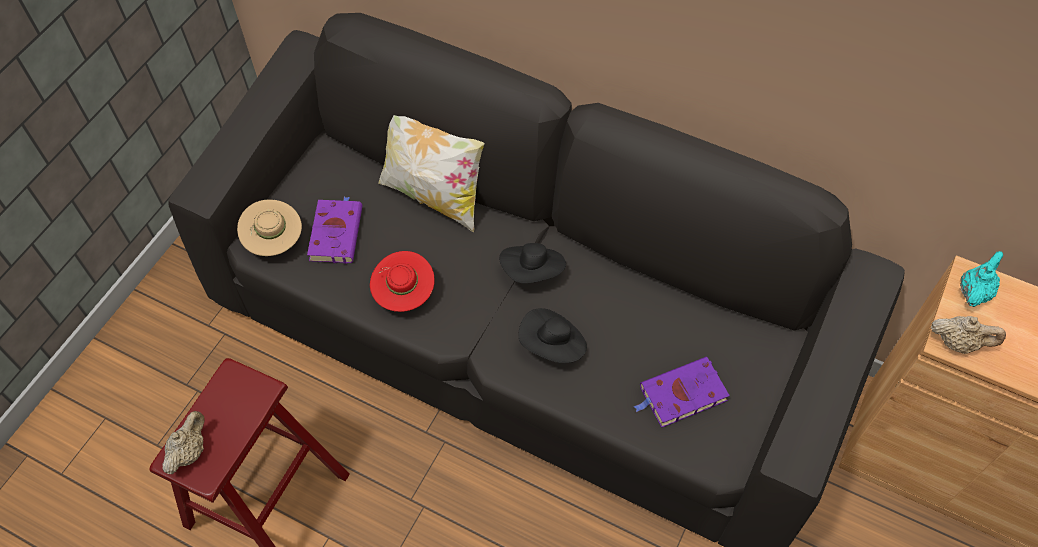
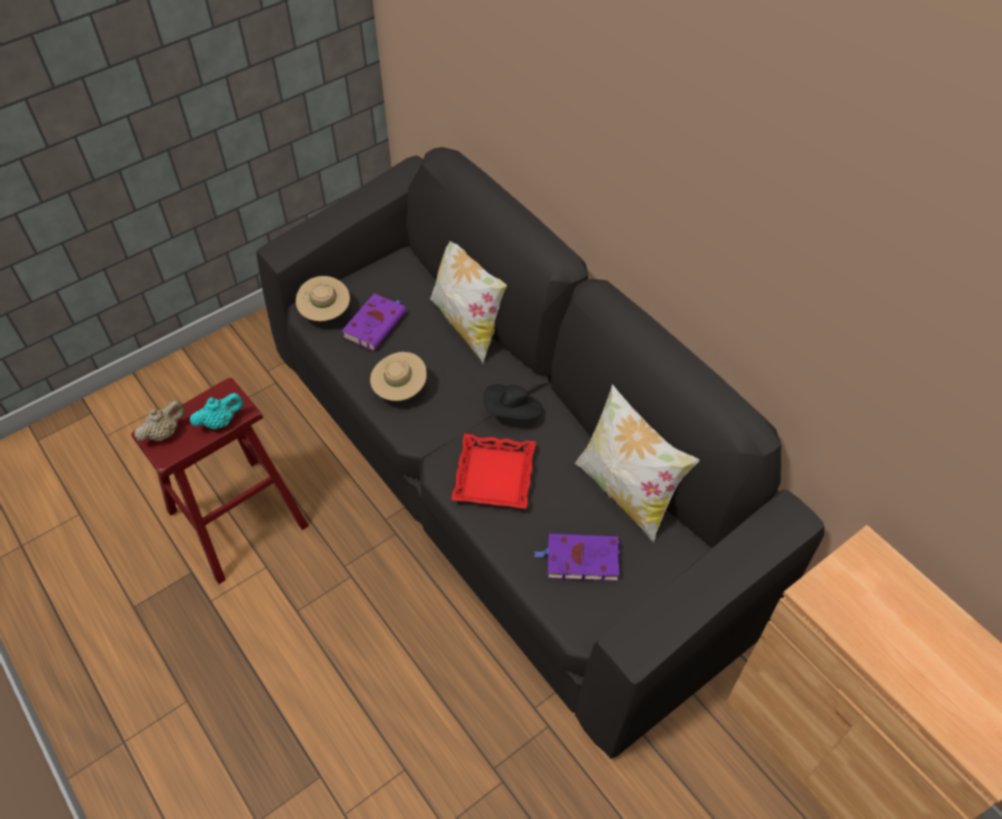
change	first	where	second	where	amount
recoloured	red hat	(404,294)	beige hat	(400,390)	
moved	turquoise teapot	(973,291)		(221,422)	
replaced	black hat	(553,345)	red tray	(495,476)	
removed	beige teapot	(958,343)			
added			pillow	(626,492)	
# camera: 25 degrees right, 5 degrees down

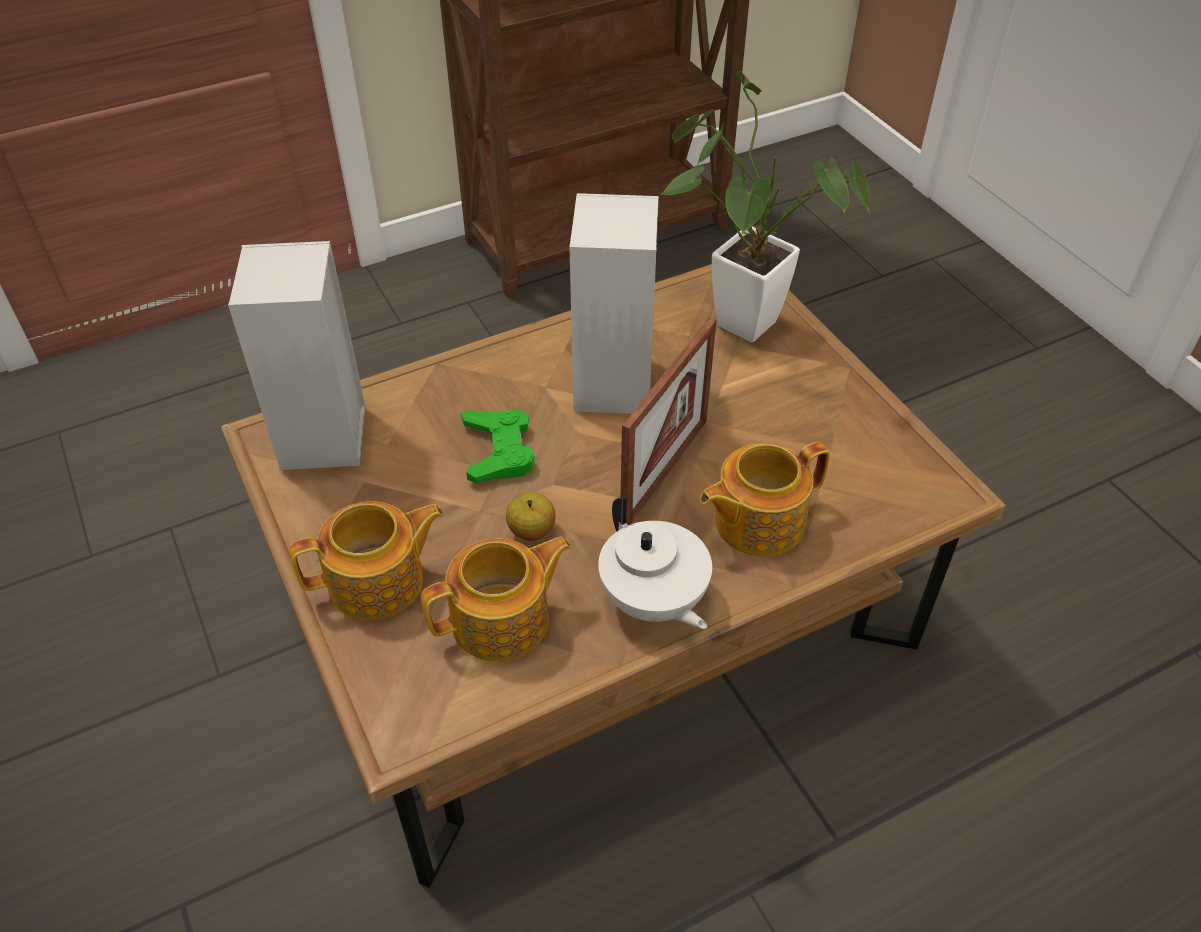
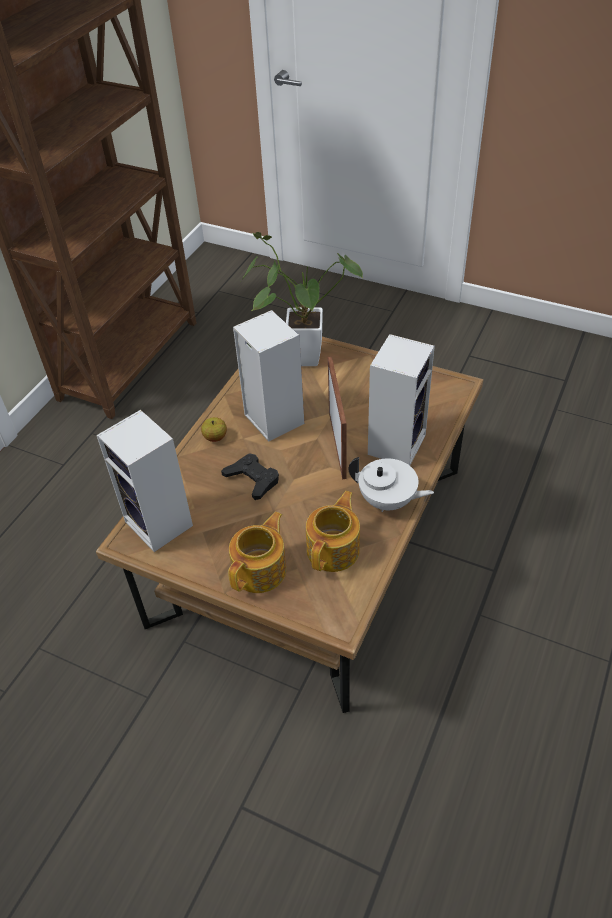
change	first	where	second	where	amount
recoloured	green game controller	(498,451)	black game controller	(252,479)	
replaced	teapot	(756,521)	speaker	(396,442)	
moved	apple	(531,530)		(215,437)	
# camera: 35 degrees left, 0 degrees up

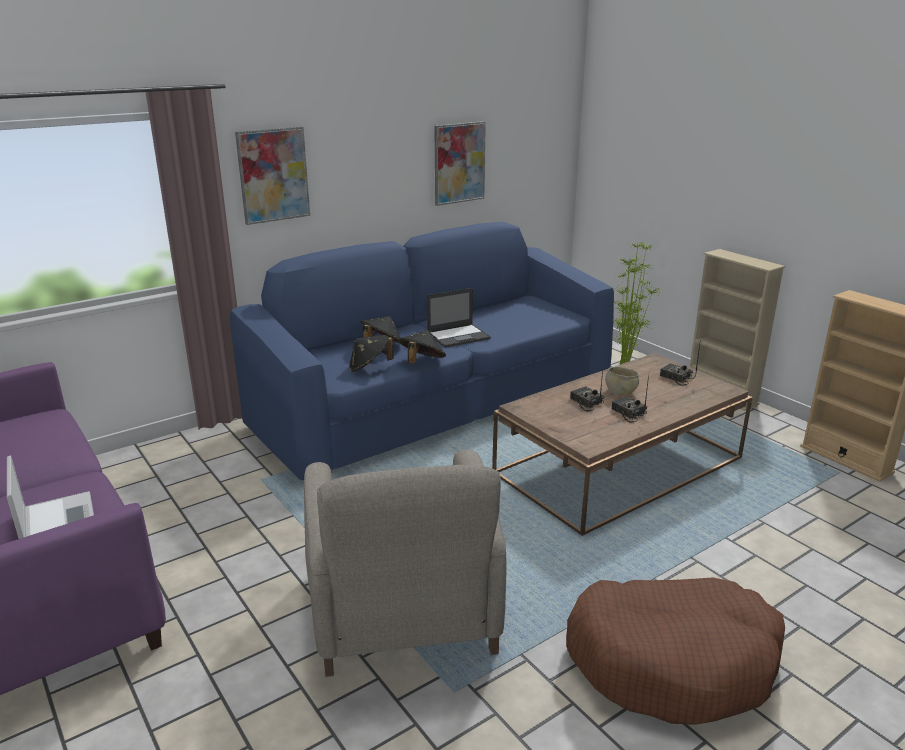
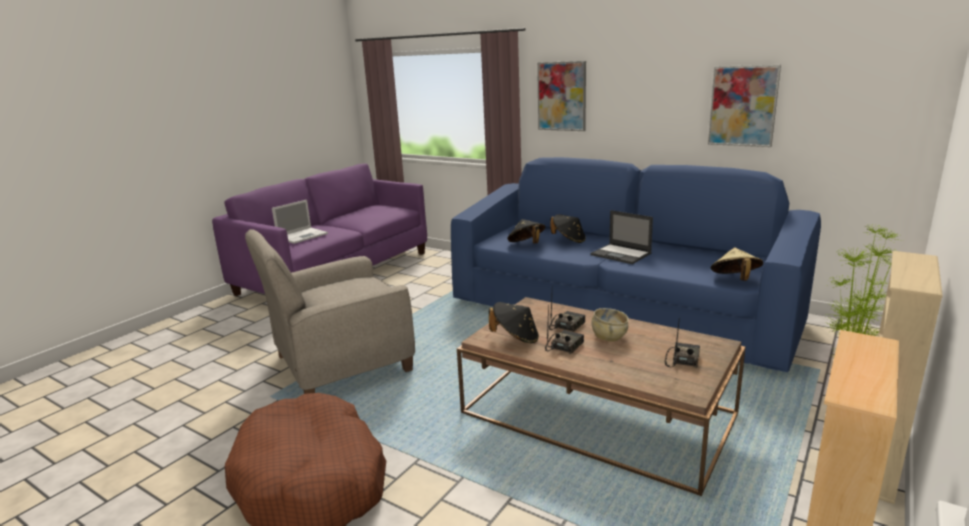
change	first	where	second	where	amount
moved	black hat	(421,362)		(516,338)	
added			beige hat	(735,280)	
# camera: 70 degrees right, 5 degrees down

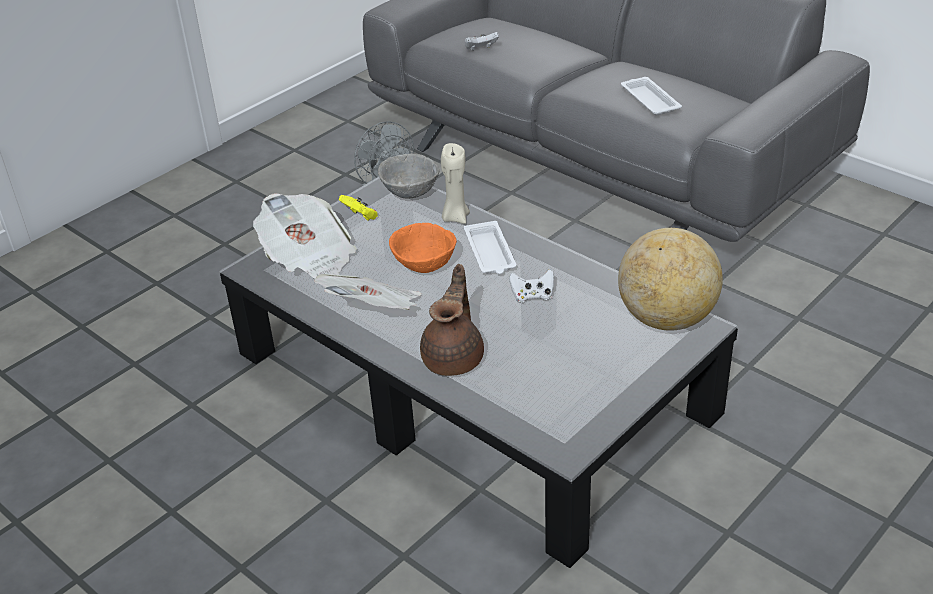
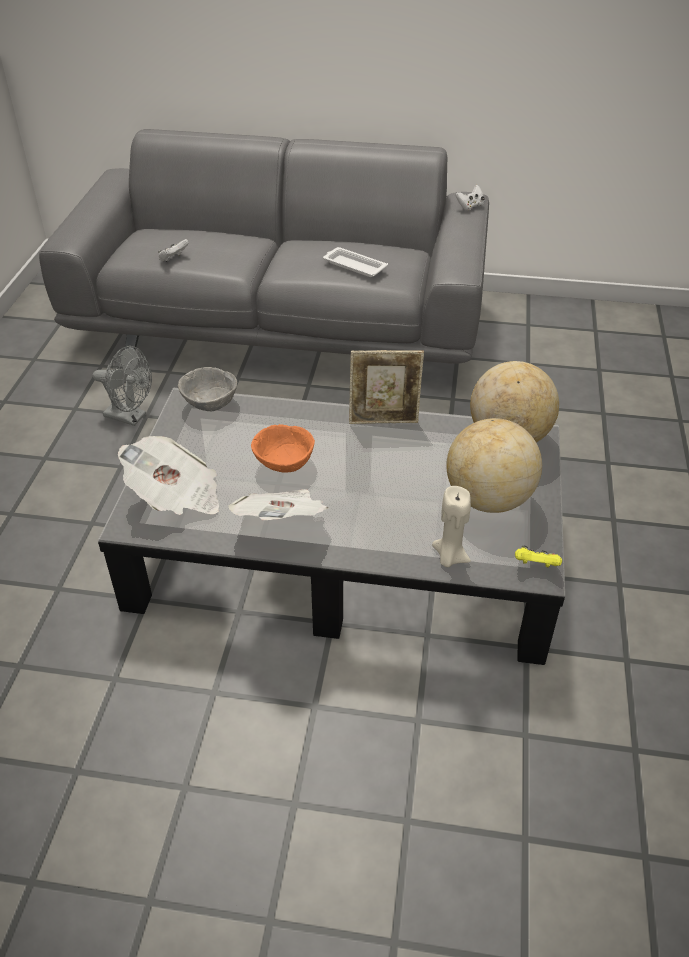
change	first	where	second	where	amount
moved	beige candle	(455,217)		(449,557)	
moved	yellow game controller	(360,217)		(535,566)	
removed	white tray	(490,253)			
removed	brown teapot	(454,358)			
moved	white game controller	(532,296)		(470,206)	
added			picture frame	(384,421)	
added			globe	(488,499)	
# camera: 35 degrees left, 5 degrees up

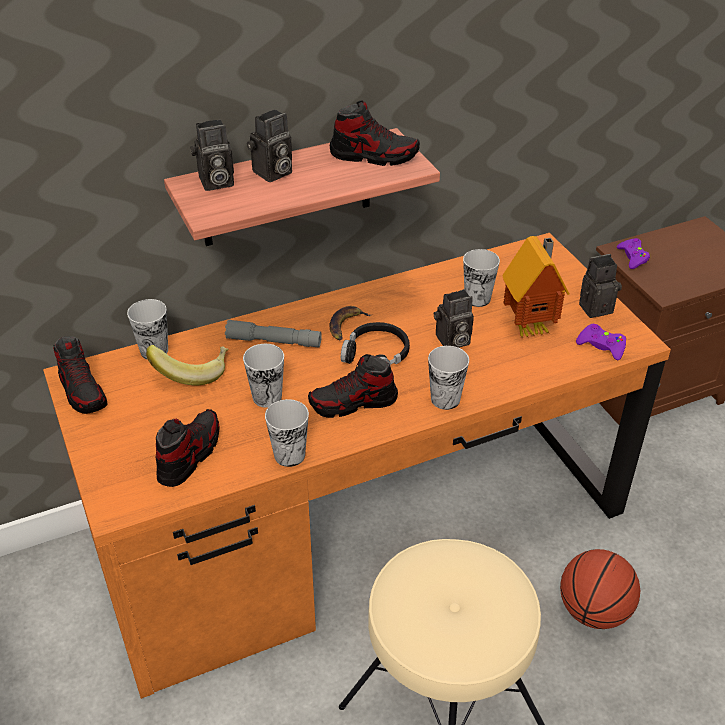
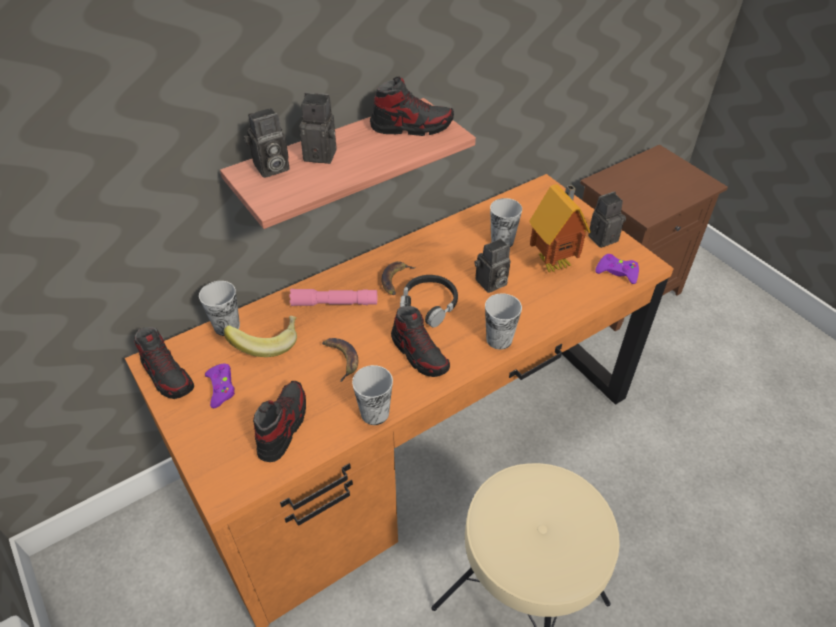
change	first	where	second	where	amount
turned	photo camera	(272,174)		(322,154)	120 degrees counterclockwise
moved	purple game controller	(633,257)		(221,388)	
recoloured	grey flashlight	(274,341)	pink flashlight	(334,303)	
replaced	cup	(267,397)	banana	(341,358)	
turned	shoe	(353,403)		(419,354)	105 degrees counterclockwise
removed	basketball	(593,611)			
# camera: 10 degrees left, 5 degrees up

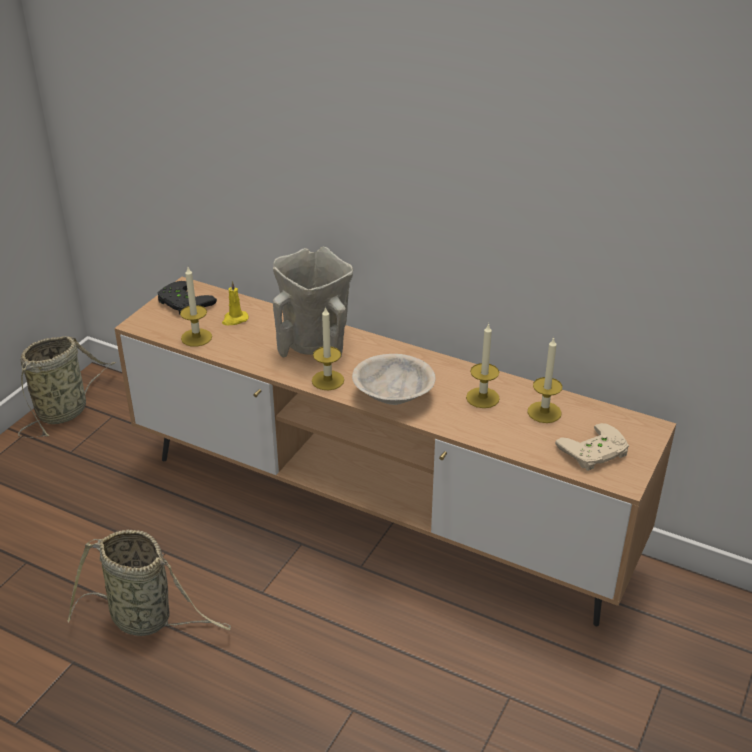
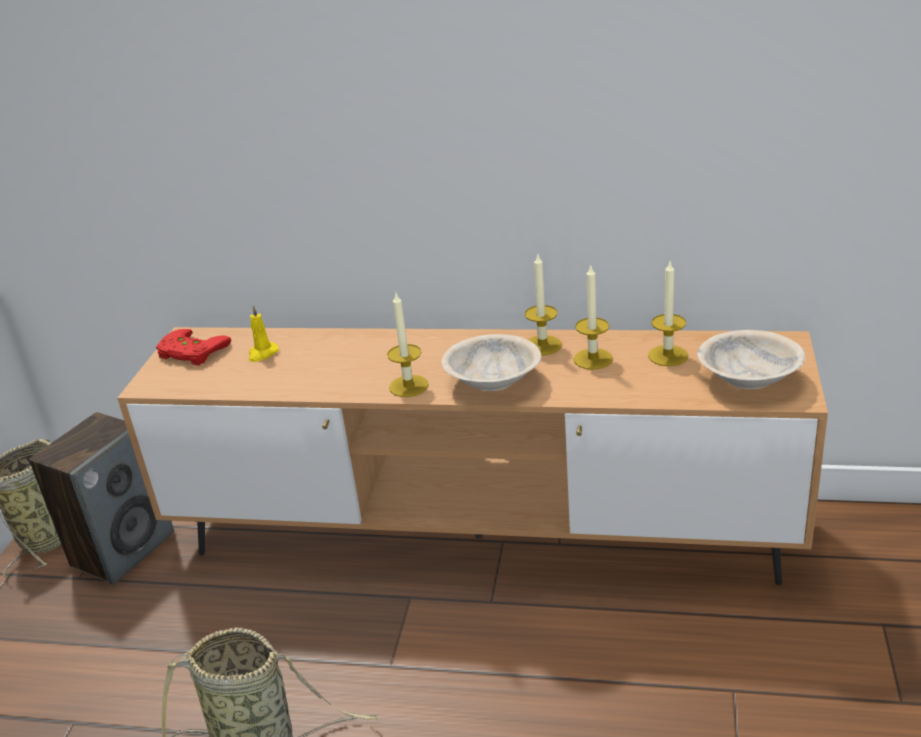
change	first	where	second	where	amount
removed	beige vase	(314,344)			
moved	candle	(196,337)		(542,345)	
recoloured	black game controller	(182,303)	red game controller	(190,353)	
replaced	beige game controller	(595,453)	beige bowl	(748,379)	
added			speaker	(123,549)	
# camera: 15 degrees left, 5 degrees down

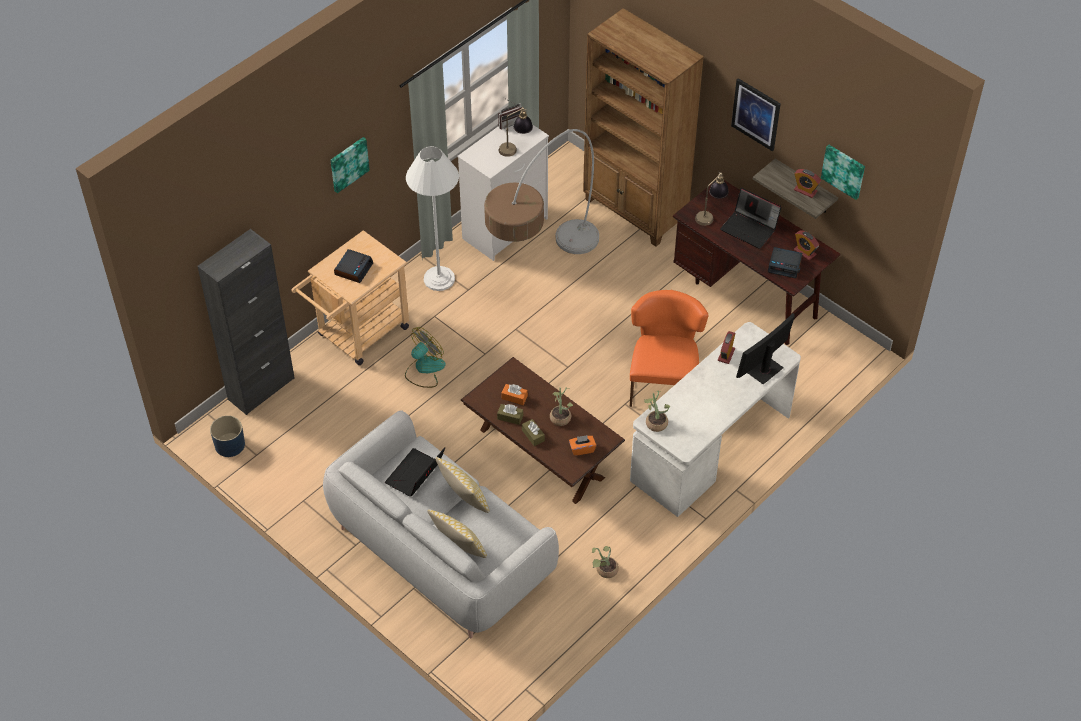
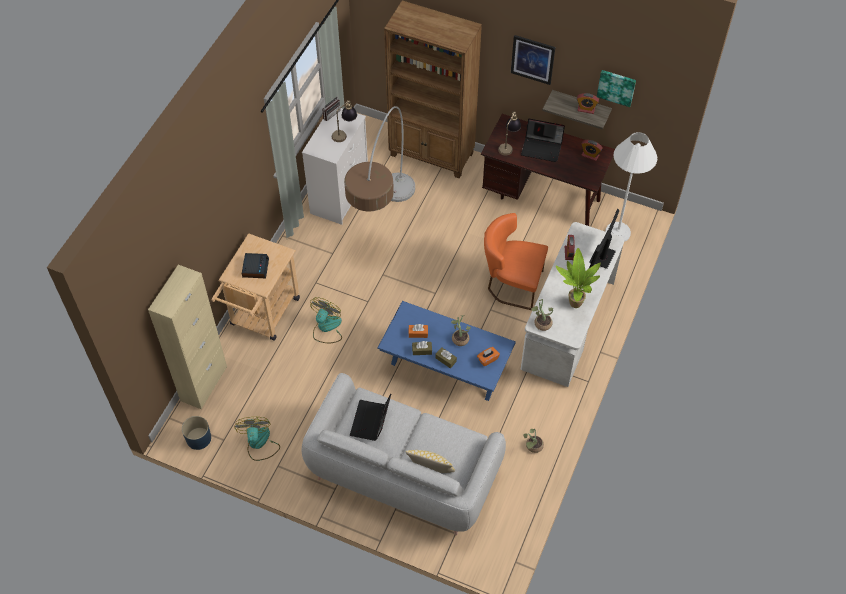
change	first	where	second	where	amount
removed	picture	(348,164)			
moved	white floor lamp	(439,279)		(618,232)	
recoloured	black cabinet	(261,389)	beige cabinet	(204,383)	
removed	alarm clock	(785,265)			
turned	orange chair	(663,382)		(511,284)	60 degrees counterclockwise
recoloured	brown coffee table	(541,453)	blue coffee table	(445,368)	
removed	pillow	(464,500)			
added			potted plant	(573,303)	
added			fan	(259,443)	
# camera: 20 degrees left, 5 degrees up

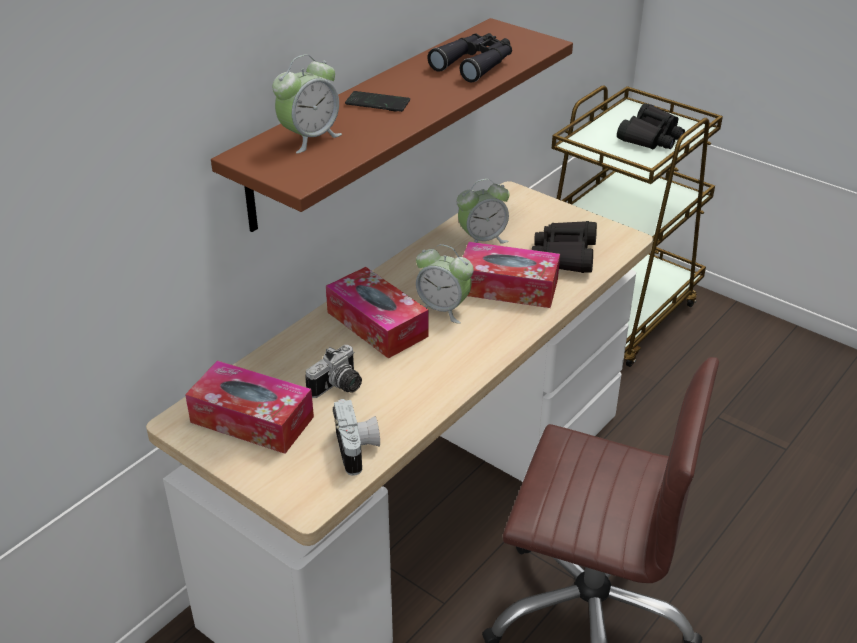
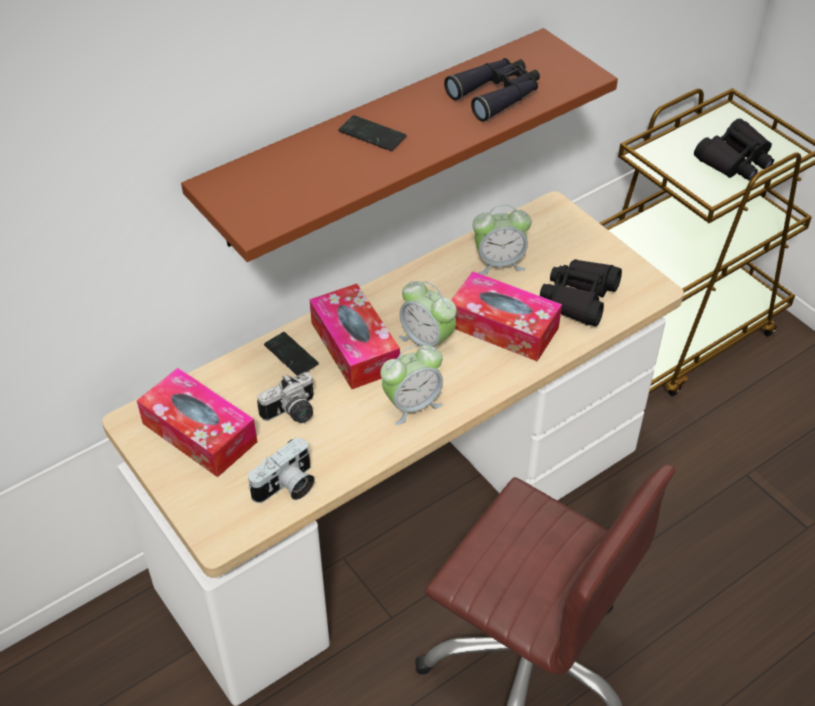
change	first	where	second	where	amount
moved	alarm clock	(309,138)		(412,405)	
turned	photo camera	(358,449)		(287,487)	45 degrees clockwise
added			phone	(291,355)	
# camera: 15 degrees right, 10 degrees up

